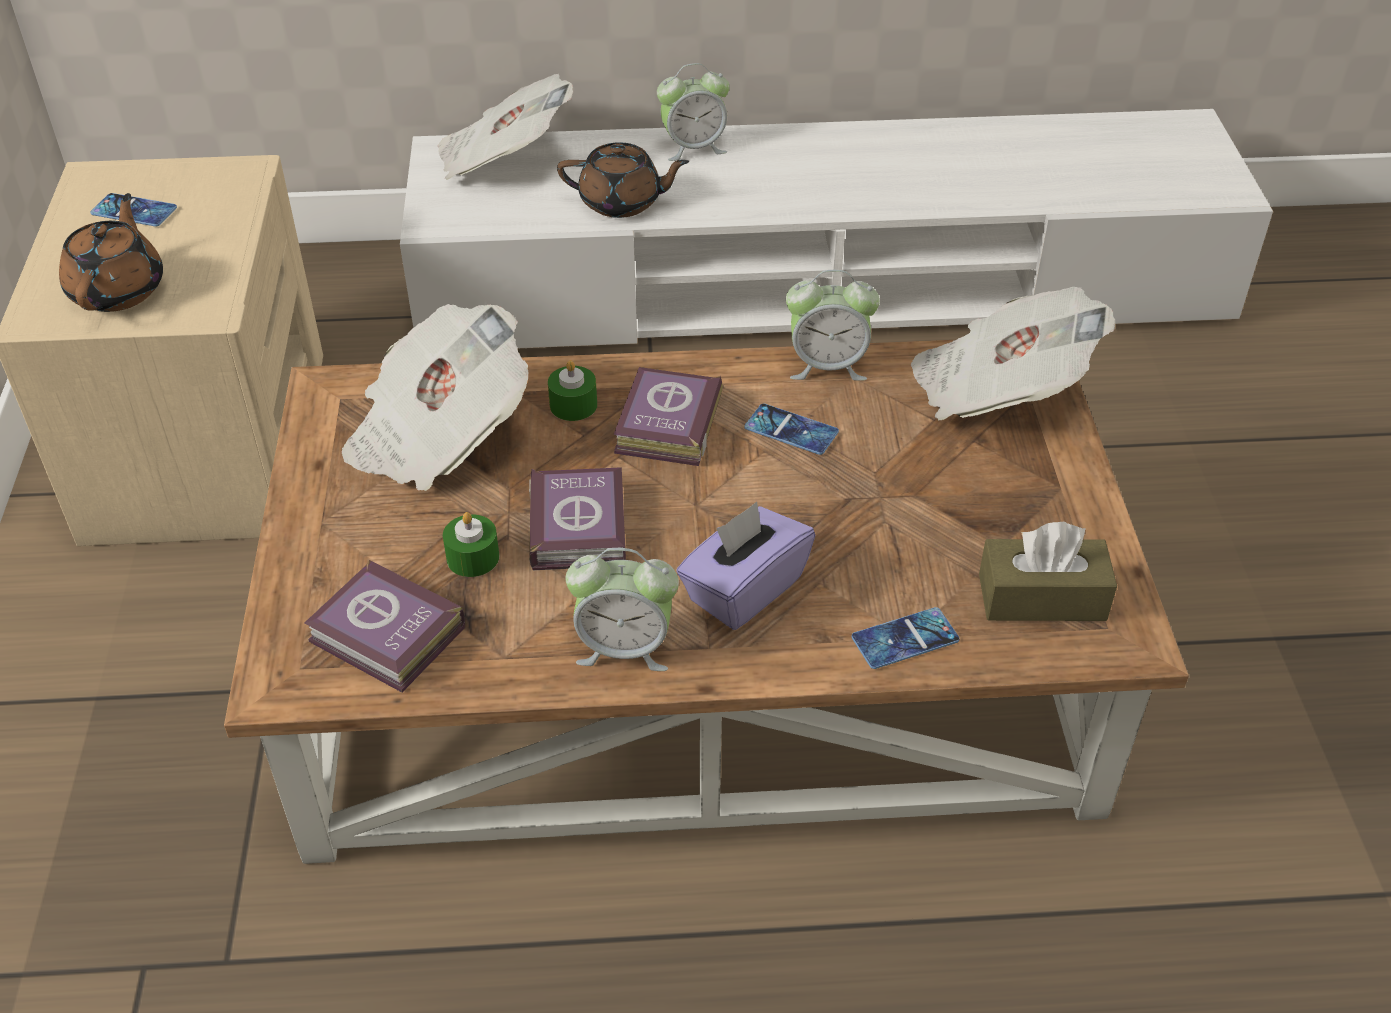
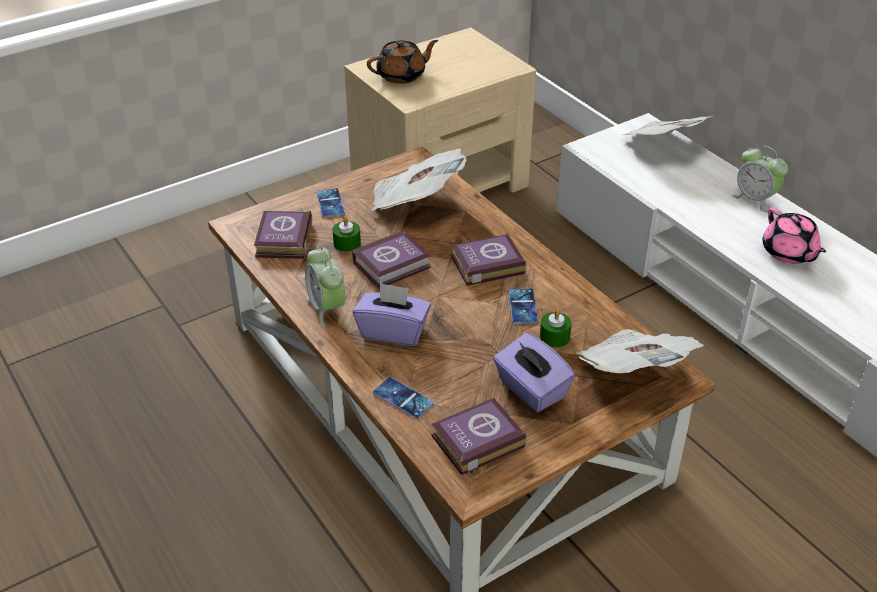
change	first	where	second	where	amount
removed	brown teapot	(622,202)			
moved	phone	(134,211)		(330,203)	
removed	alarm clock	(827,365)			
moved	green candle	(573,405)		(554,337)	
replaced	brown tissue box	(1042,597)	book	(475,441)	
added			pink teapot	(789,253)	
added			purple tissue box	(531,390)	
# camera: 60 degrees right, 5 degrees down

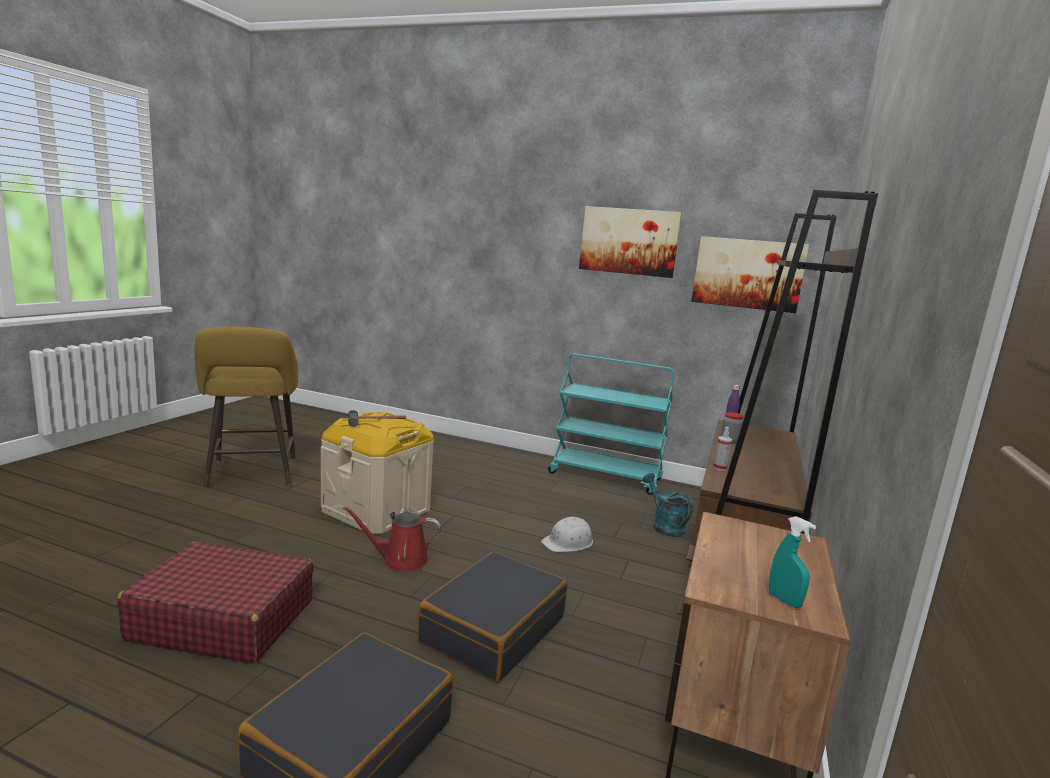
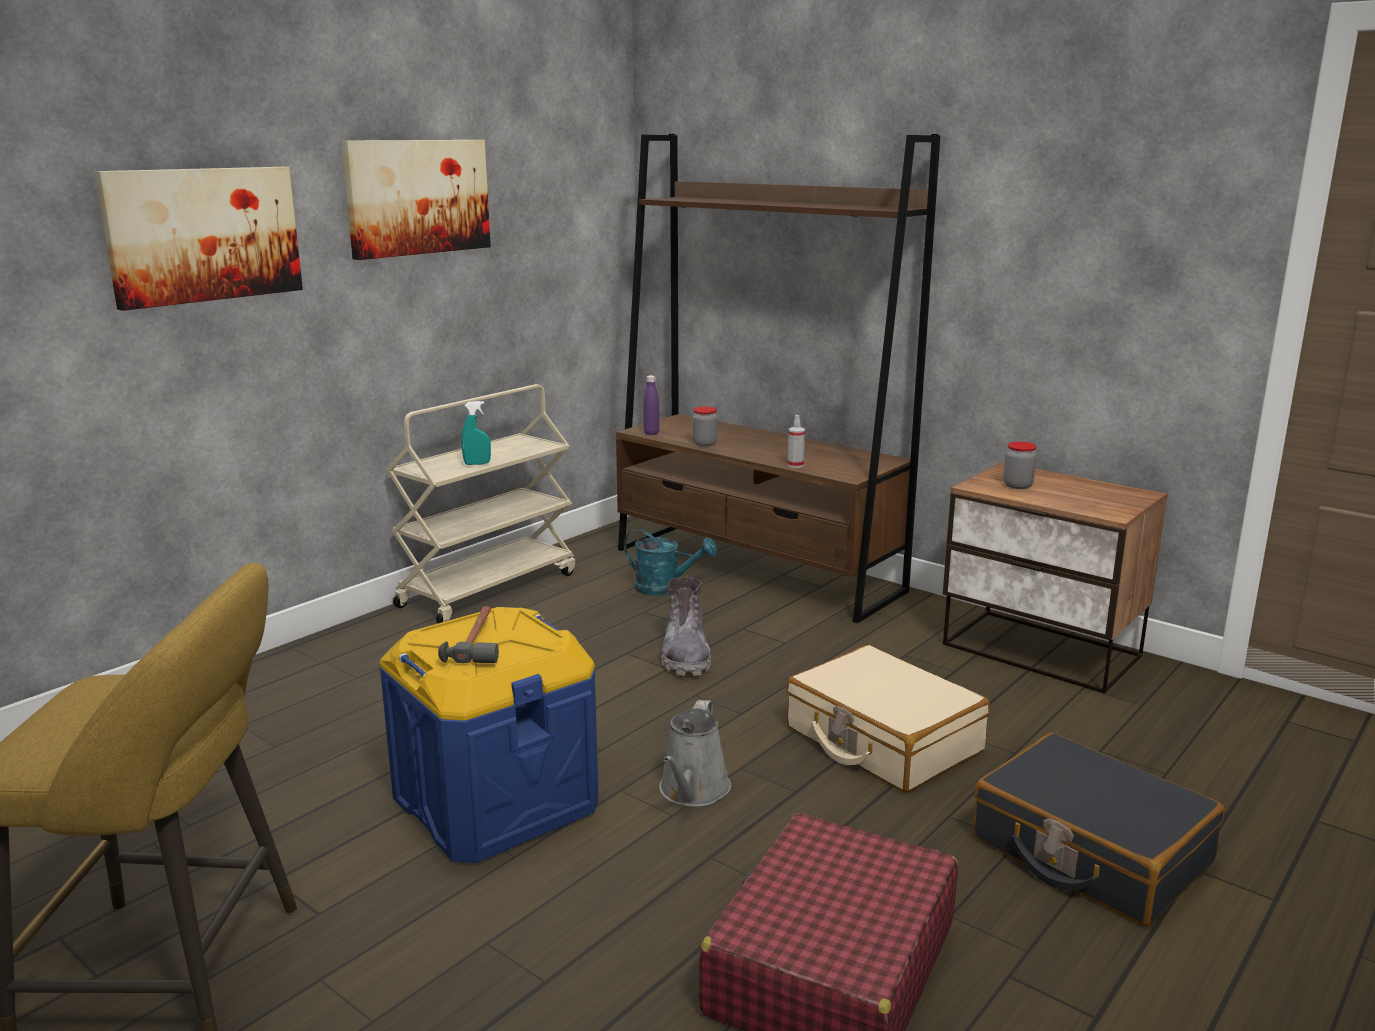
change	first	where	second	where	amount
moved	picture	(747,274)		(203,234)	
recoloured	turquoise cart	(606,476)	beige cart	(488,589)	
recoloured	beige storage box	(377,510)	blue storage box	(495,802)	
turned	turquoise watering can	(664,526)		(665,588)	150 degrees counterclockwise
recoloured	red watering can	(400,561)	grey watering can	(693,791)	
replaced	white hard hat	(568,542)	grey boot	(685,656)	
moved	turquoise spray bottle	(784,600)		(477,464)	
recoloured	black suitcase	(492,629)	beige suitcase	(882,740)	
added			jar	(1017,485)	
# camera: 70 degrees left, 5 degrees up

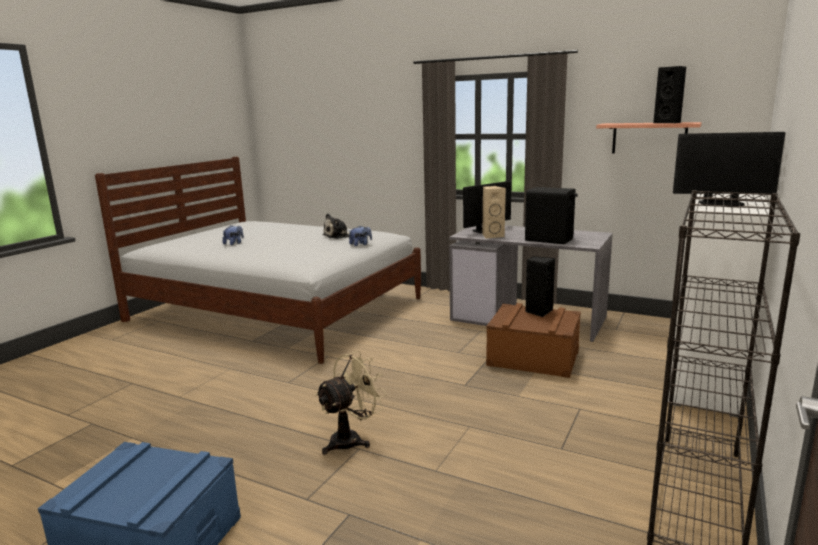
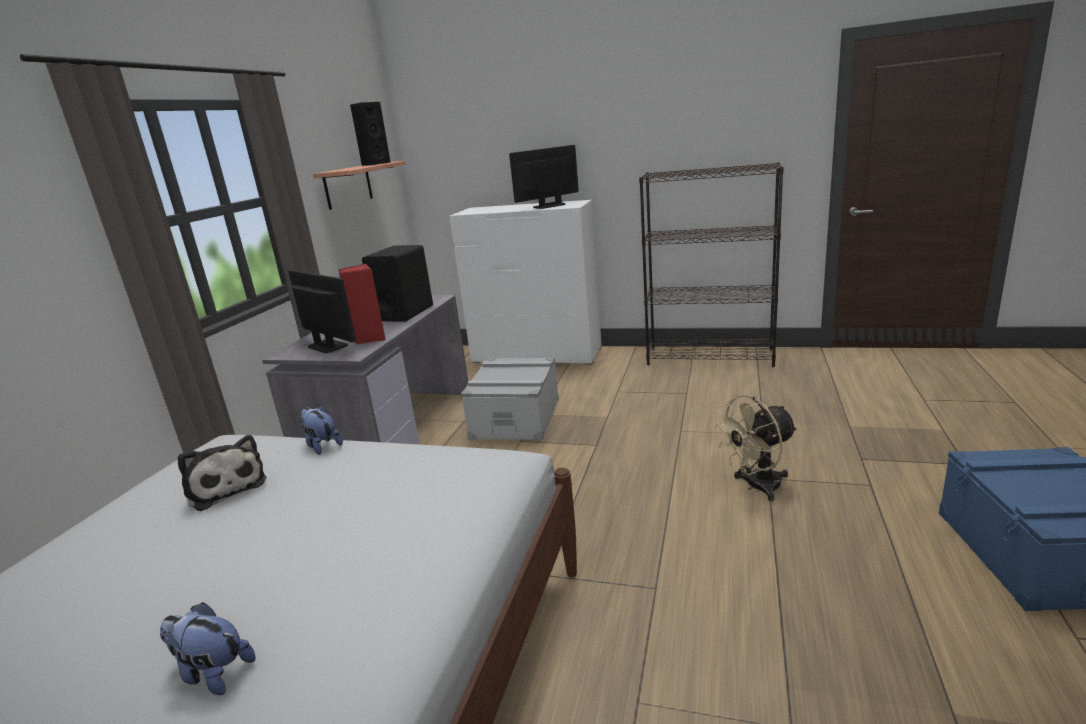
change	first	where	second	where	amount
turned	monitor	(721,203)		(549,206)	120 degrees counterclockwise
recoloured	beige speaker	(492,236)	red speaker	(369,338)	
removed	black speaker	(538,311)			
recoloured	brown storage box	(533,358)	grey storage box	(516,418)	
turned	beige fan	(351,439)		(756,487)	60 degrees counterclockwise
# camera: 100 degrees left, 5 degrees up

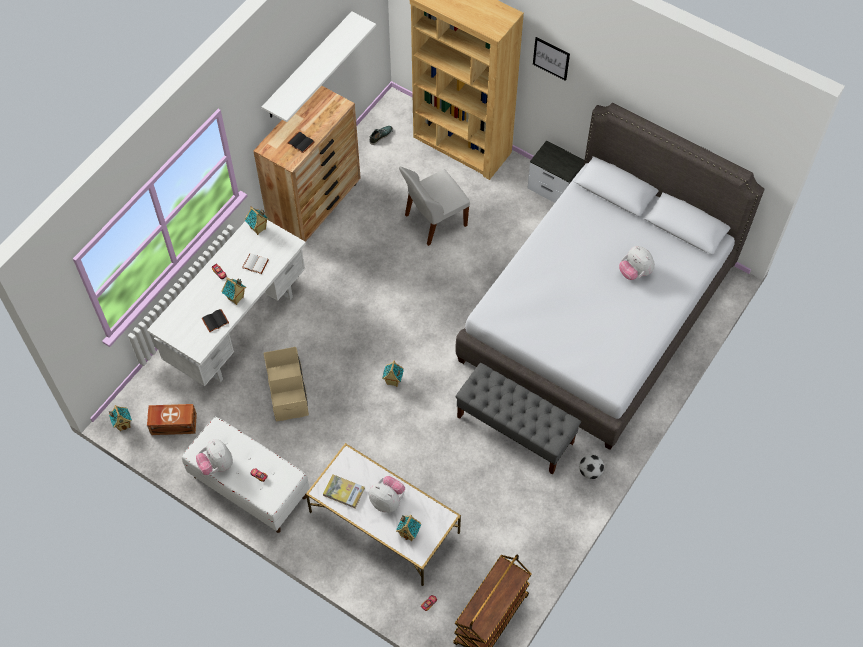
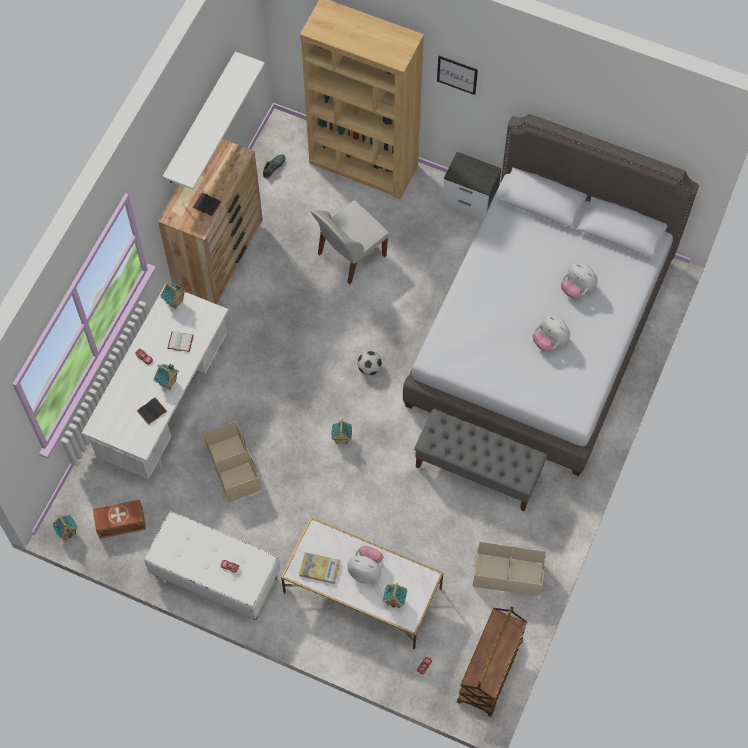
change	first	where	second	where	amount
moved	plush toy	(217,465)		(549,341)	
moved	football	(590,471)		(369,368)	
added			beige storage box	(507,574)	
# camera: 10 degrees left, 5 degrees up

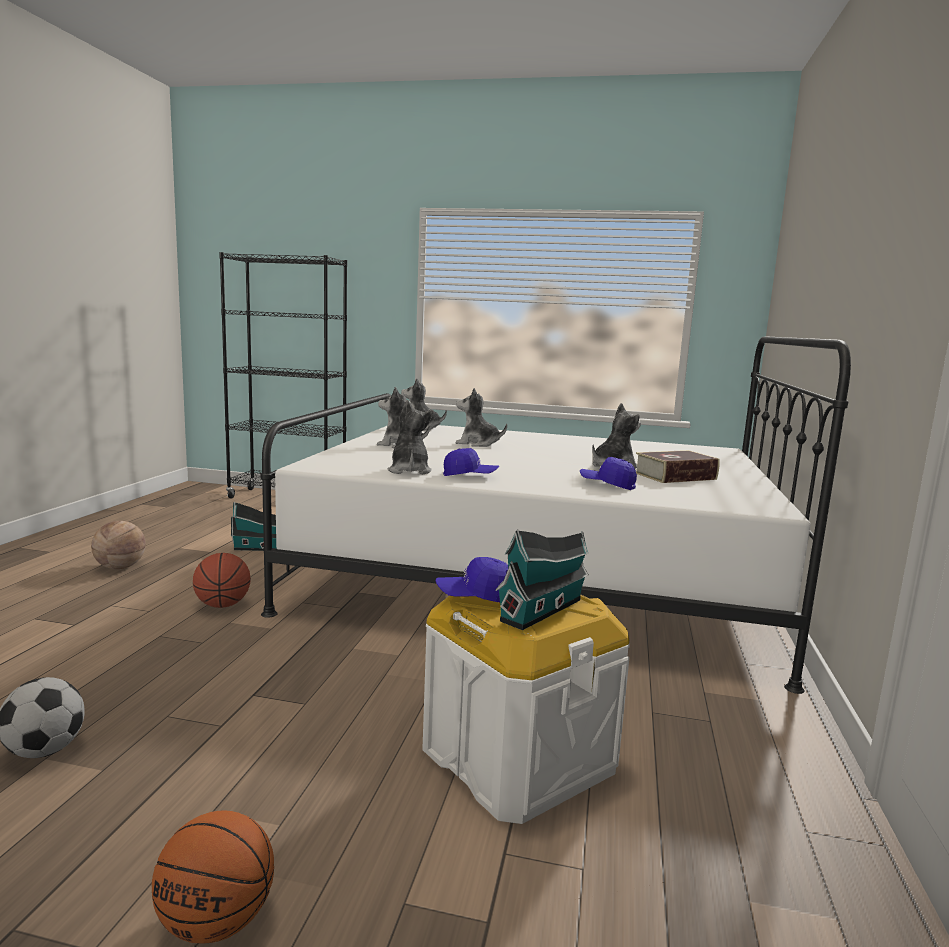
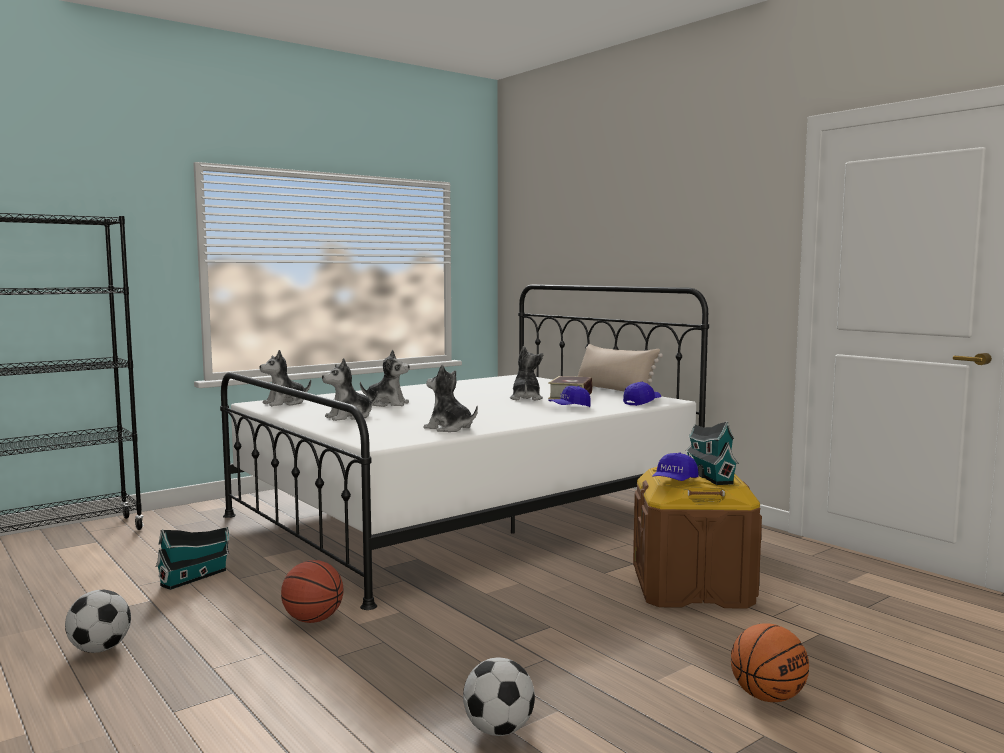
change	first	where	second	where	amount
turned	plush toy	(477,444)		(387,404)	135 degrees counterclockwise
moved	blue cap	(470,476)		(642,403)	
replaced	basketball	(120,567)	football	(99,649)	
recoloured	white storage box	(518,758)	brown storage box	(692,588)	
added			beige pillow	(614,391)	
# camera: 50 degrees left, 5 degrees down

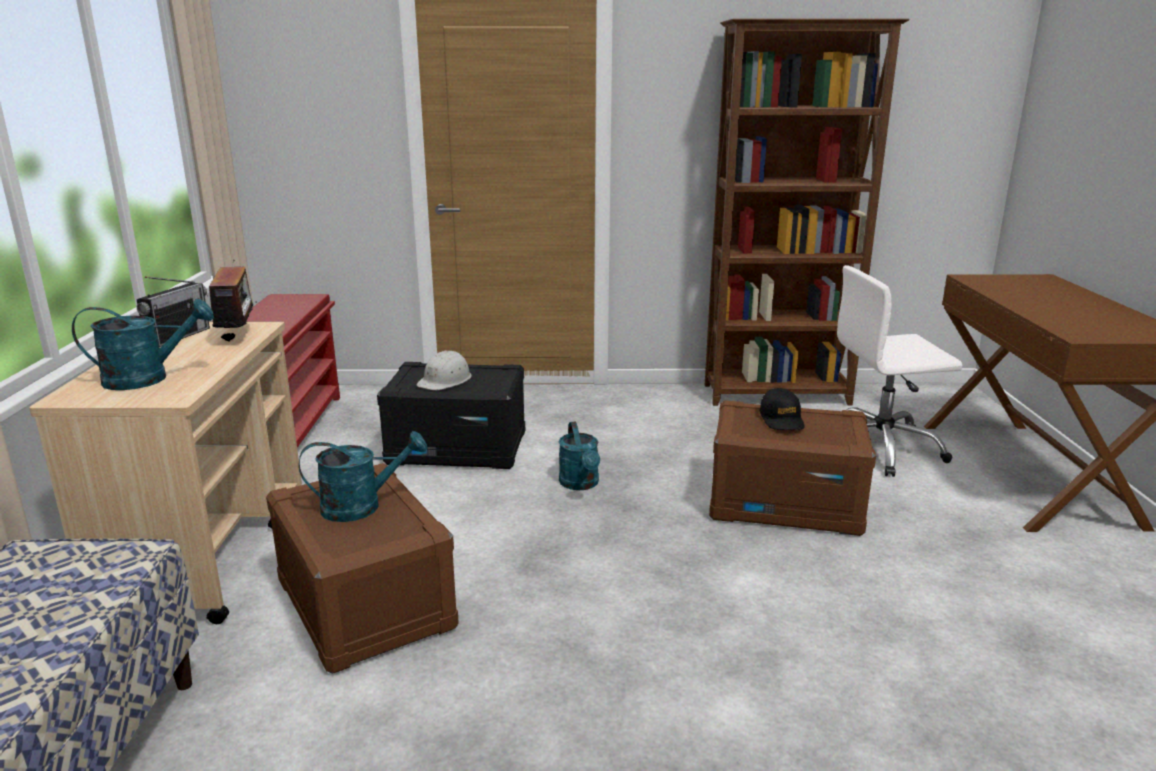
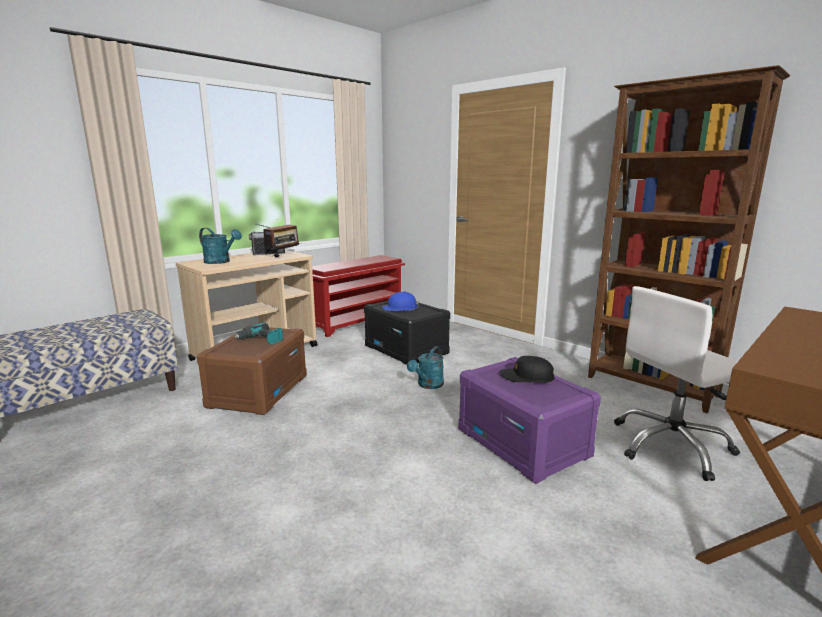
change	first	where	second	where	amount
turned	white office chair	(880,448)		(671,446)	60 degrees counterclockwise
recoloured	white hard hat	(445,380)	blue hard hat	(400,308)	
turned	black cap	(782,419)		(526,377)	60 degrees clockwise
recoloured	brown storage box	(785,503)	purple storage box	(523,443)	
replaced	turquoise watering can	(362,506)	power drill	(260,340)	
# camera: 45 degrees right, 5 degrees down

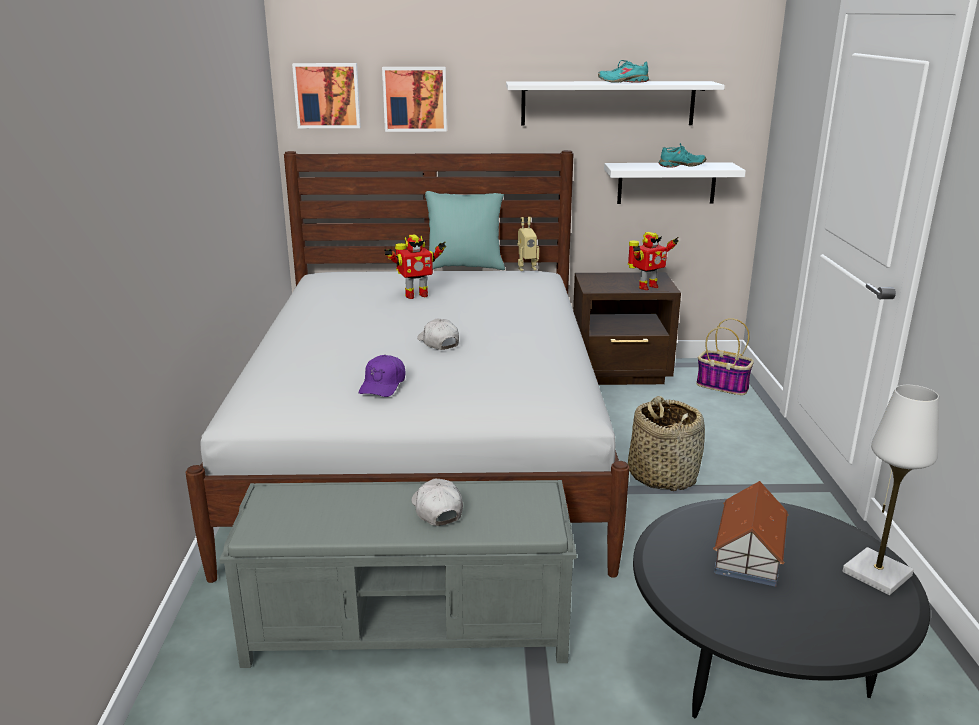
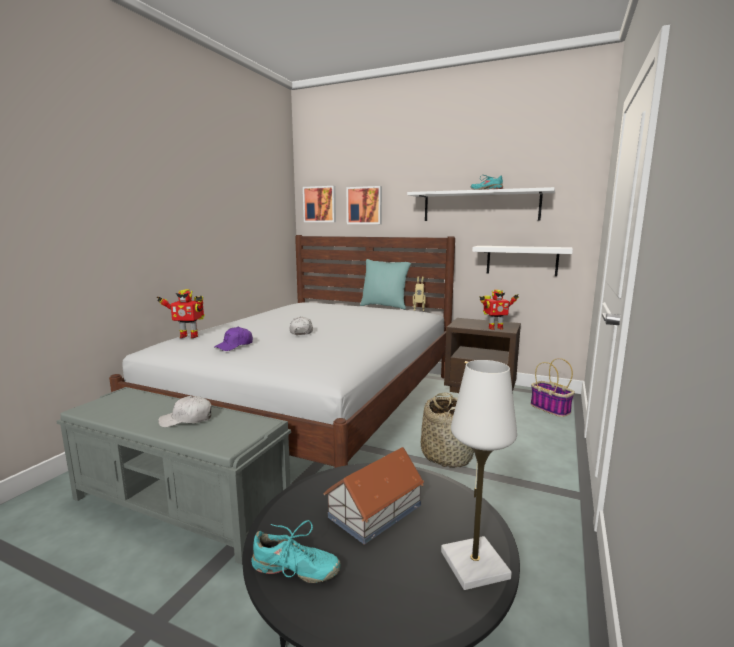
change	first	where	second	where	amount
moved	turquoise shoe	(681,166)		(295,570)	
moved	toy robot	(415,295)		(189,336)	
turned	white cap	(436,509)		(187,420)	105 degrees counterclockwise
# camera: 25 degrees right, 10 degrees down

